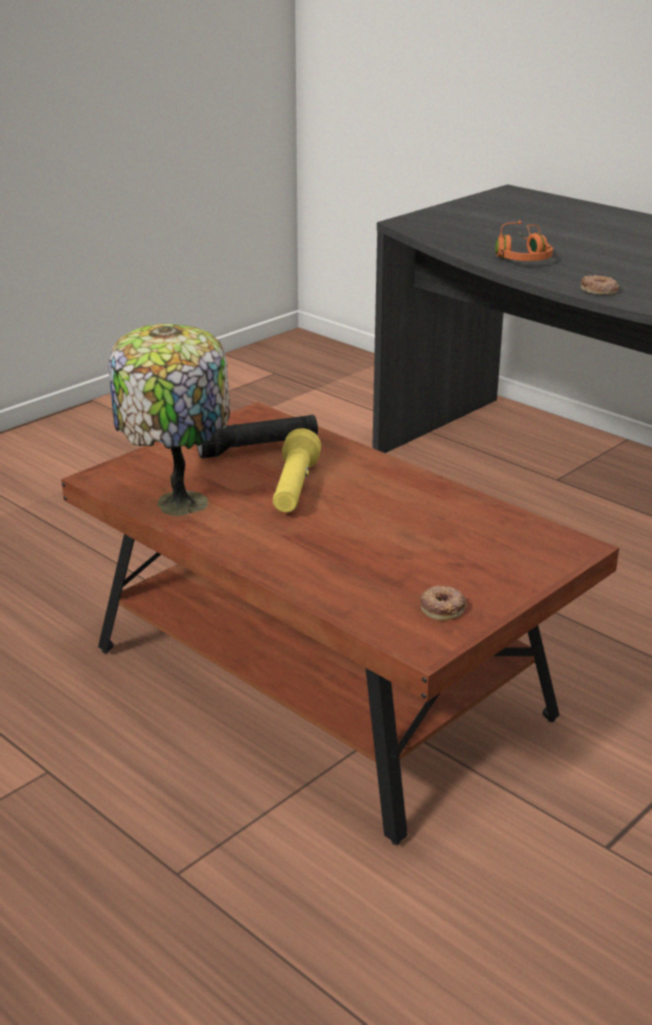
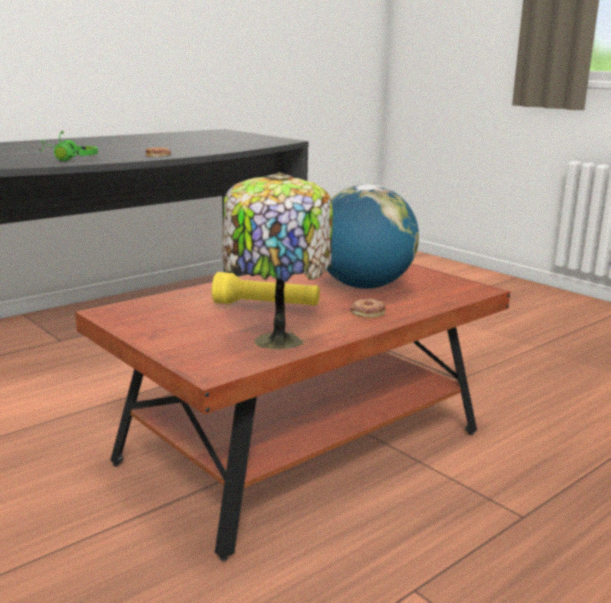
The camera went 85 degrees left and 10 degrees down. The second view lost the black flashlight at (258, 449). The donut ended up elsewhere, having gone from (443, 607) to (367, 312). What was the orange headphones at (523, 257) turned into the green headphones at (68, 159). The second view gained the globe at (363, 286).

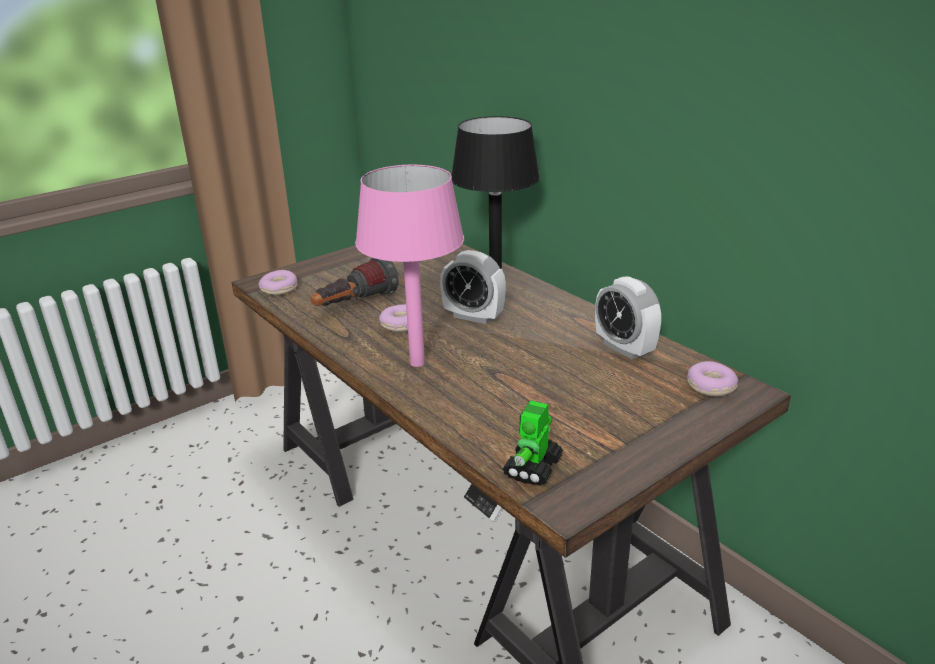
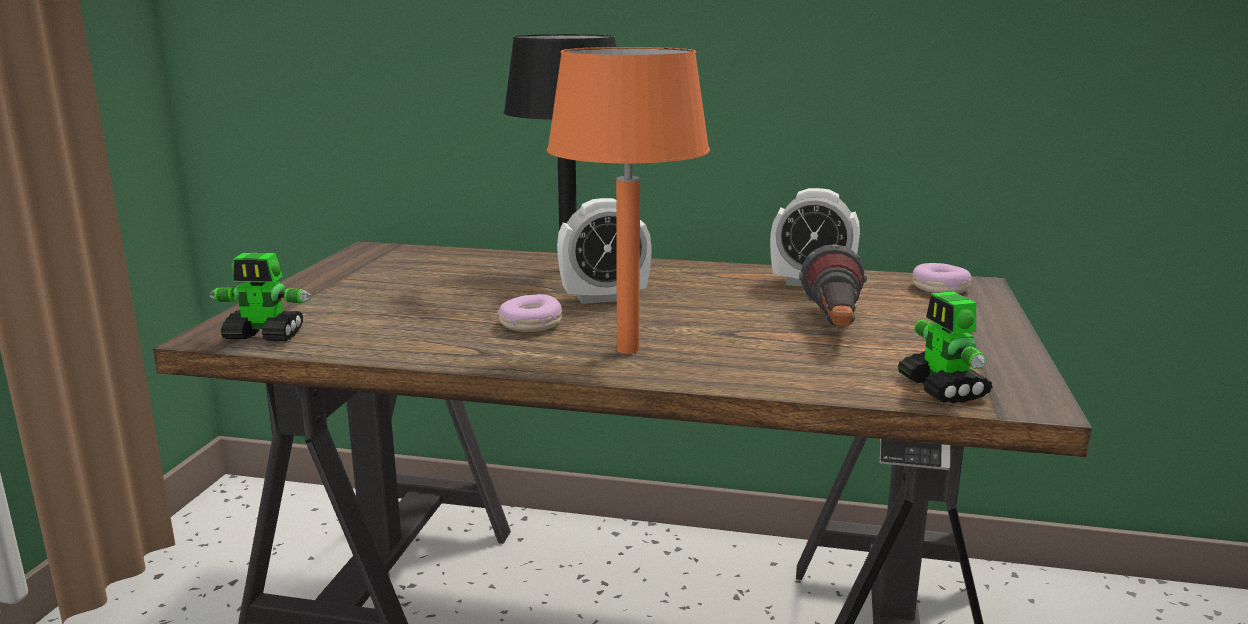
The camera went 40 degrees left and 10 degrees down. Where the donut stood at (279, 289), the toy robot came to stand at (265, 336). The flashlight ended up elsewhere, having gone from (354, 305) to (834, 327). What was the pink table lamp at (418, 362) turned into the orange table lamp at (629, 349).

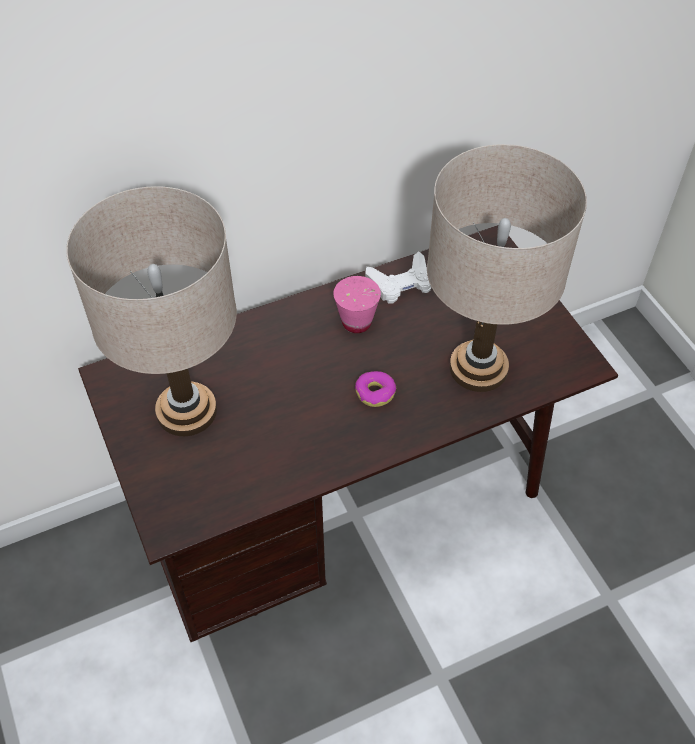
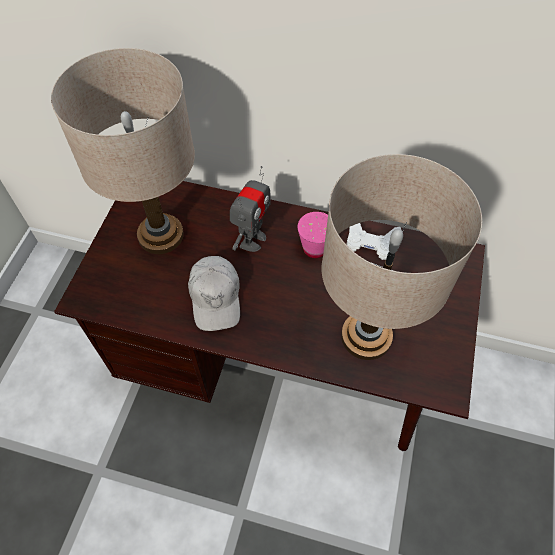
The camera went 40 degrees right and 5 degrees up. The second view lost the donut at (375, 392). The second view gained the white cap at (216, 297). The second view gained the toy robot at (252, 240).

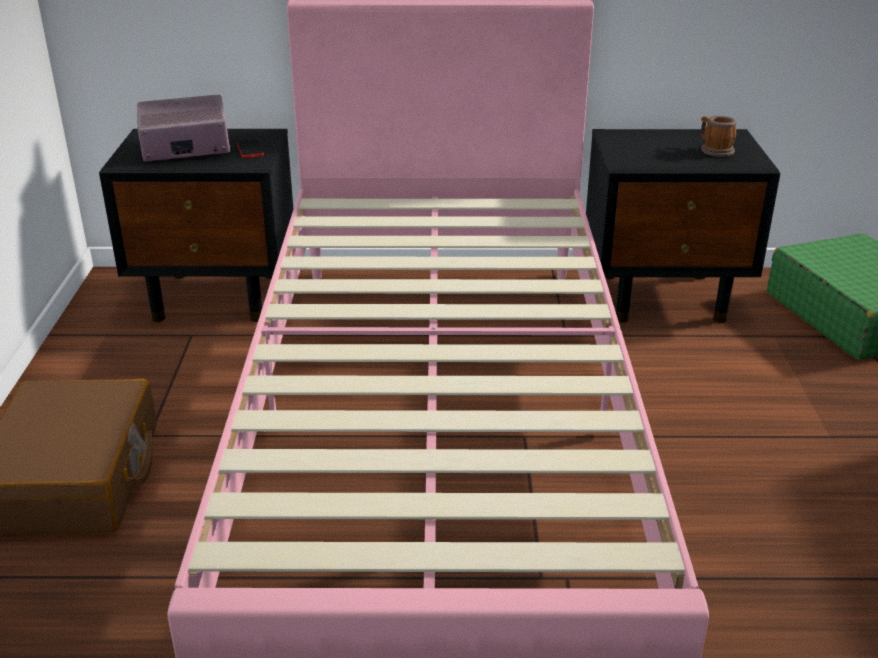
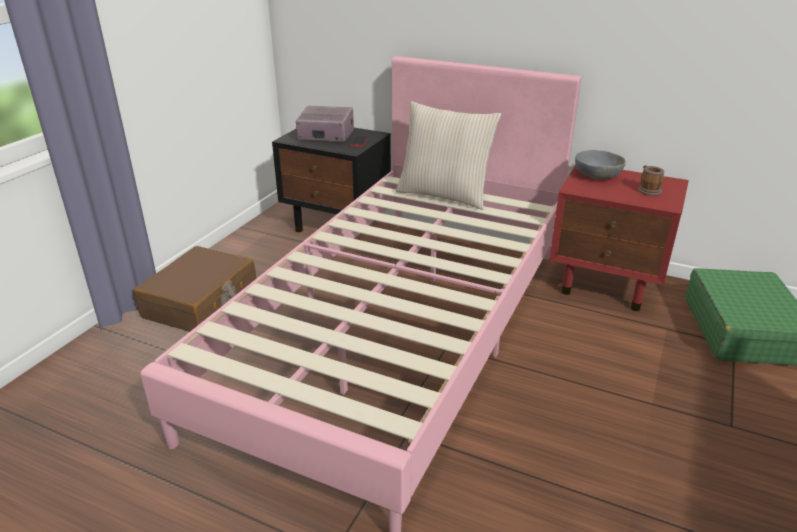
The camera went 25 degrees right and 0 degrees up. What was the black nightstand at (664, 297) turned into the red nightstand at (607, 285). The second view gained the beige pillow at (444, 195). The second view gained the grey bowl at (597, 175).

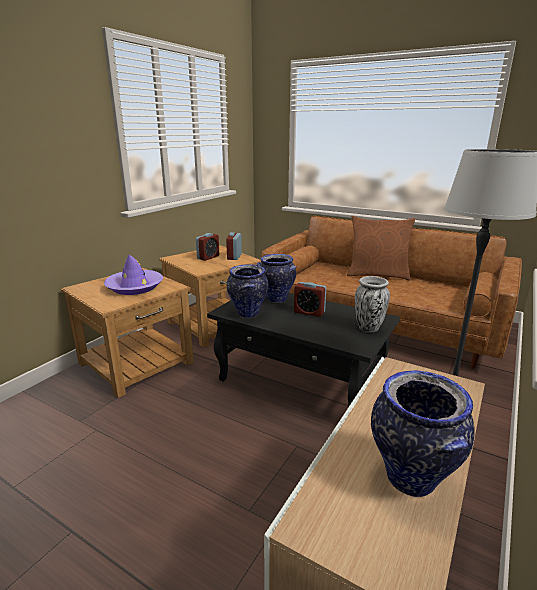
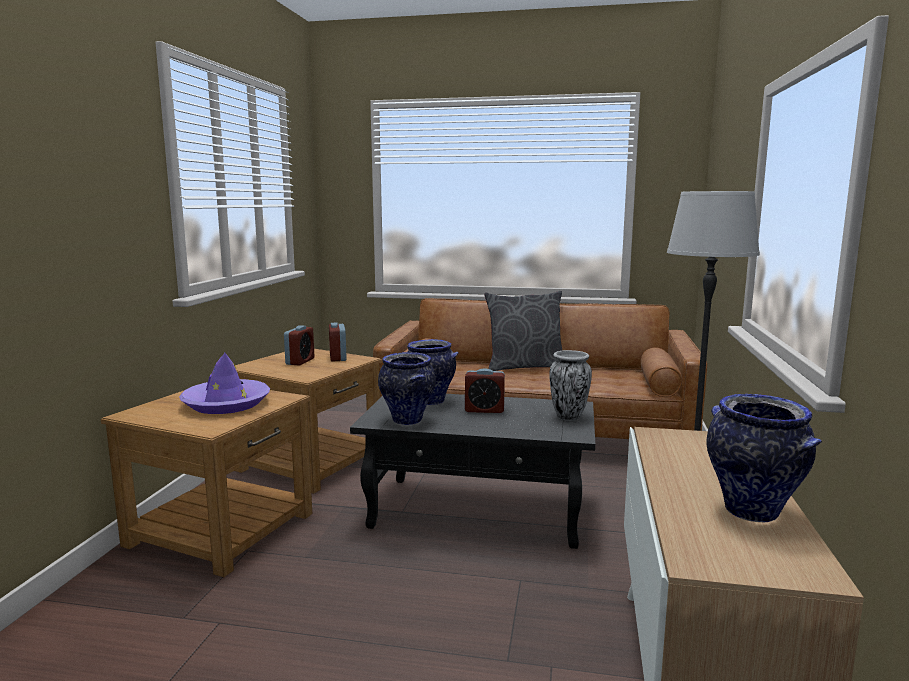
The camera went 20 degrees left and 10 degrees down. What was the brown pillow at (377, 275) turned into the grey pillow at (524, 367).

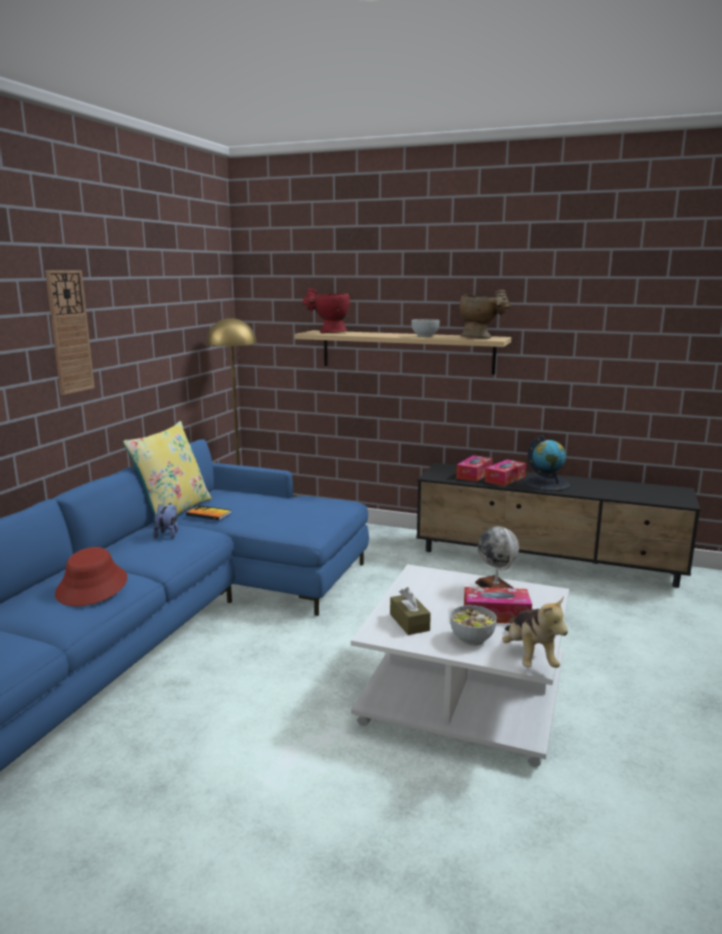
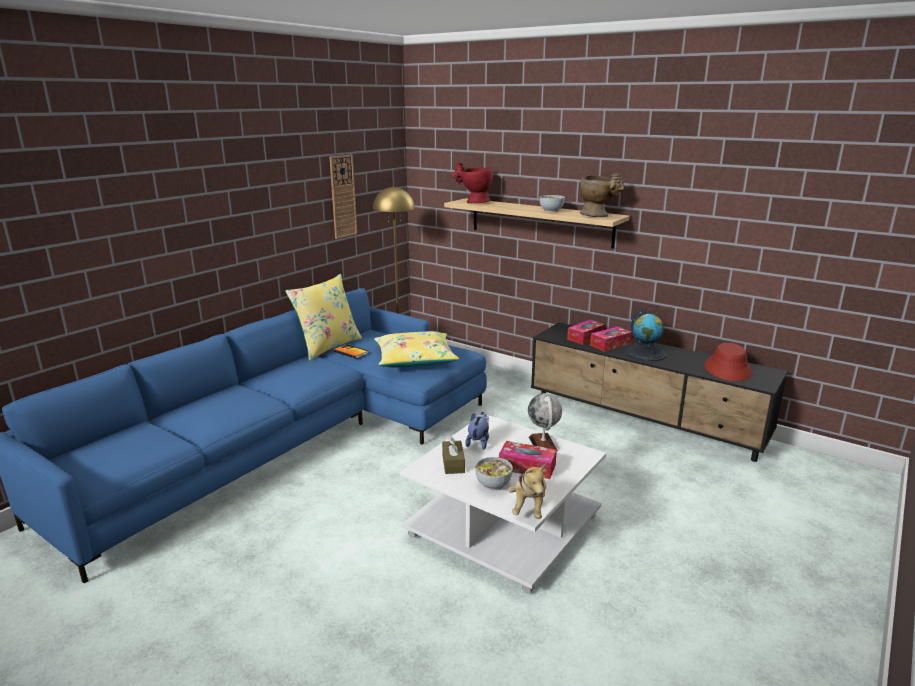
The camera went 15 degrees right and 5 degrees up. The wall clock ended up elsewhere, having gone from (69, 332) to (343, 196). The red hat ended up elsewhere, having gone from (92, 586) to (728, 369). The plush toy ended up elsewhere, having gone from (168, 534) to (478, 442). The second view gained the yellow pillow at (415, 359).

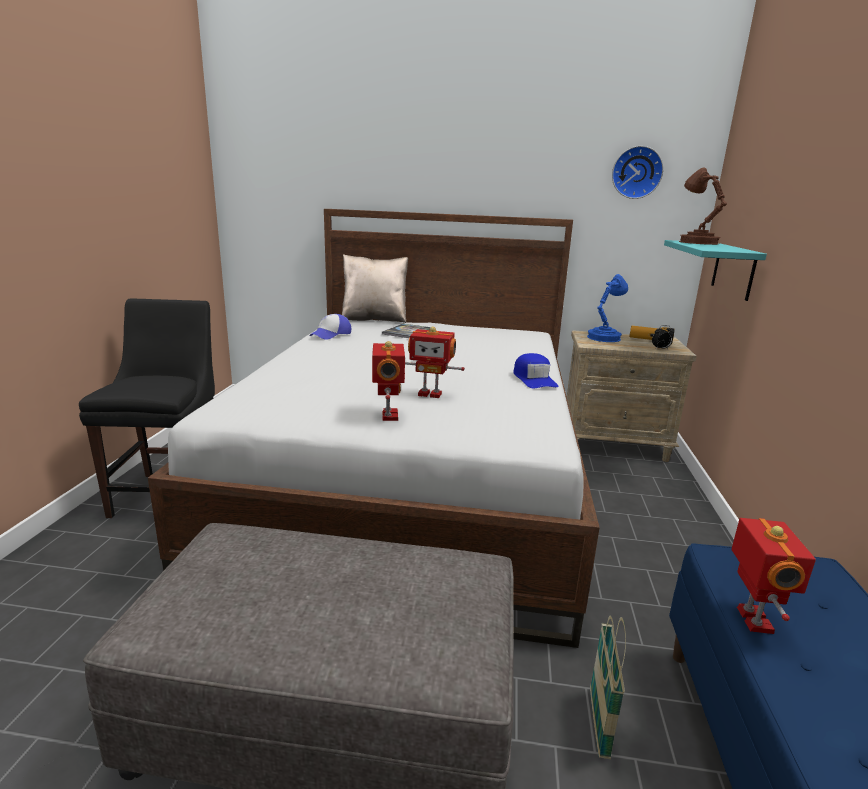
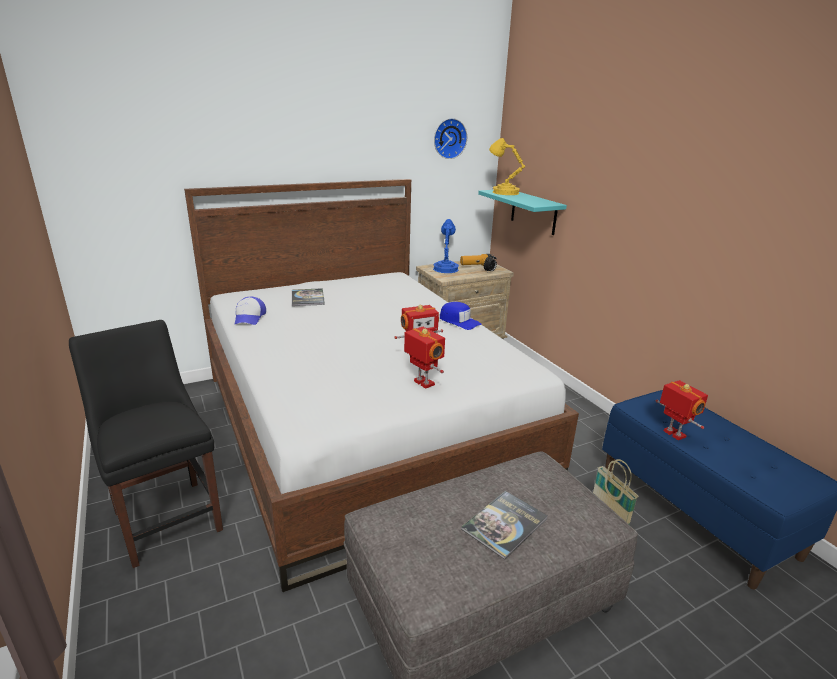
The camera went 35 degrees left and 5 degrees up. The second view lost the beige pillow at (374, 319). What was the brown table lamp at (696, 242) turned into the yellow table lamp at (503, 192). The second view gained the book at (504, 524).

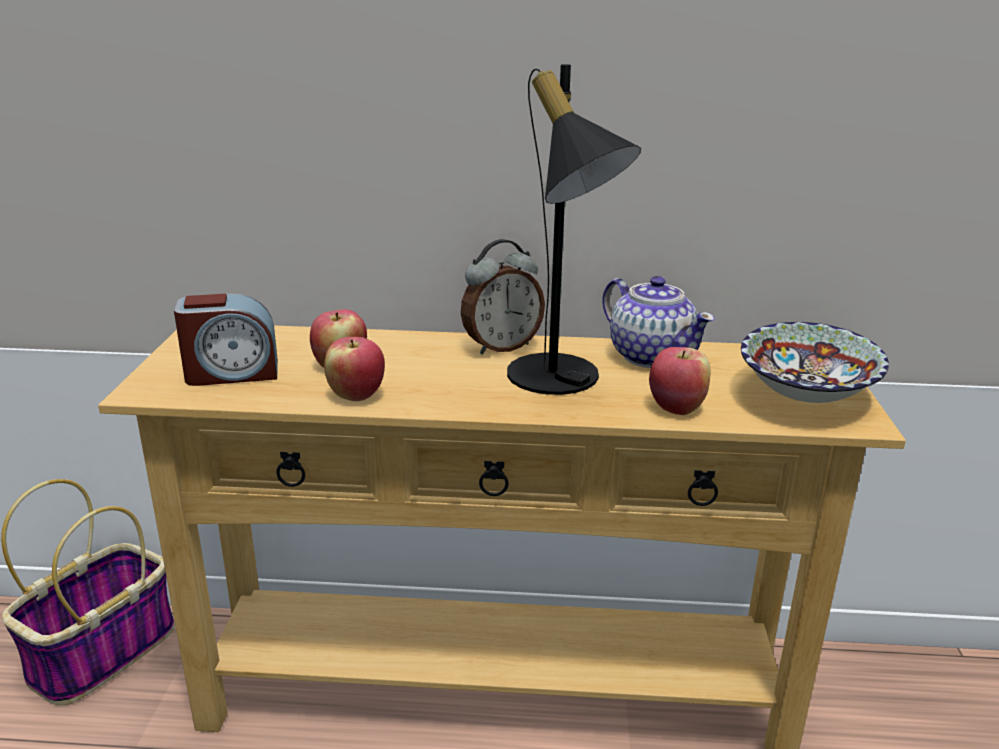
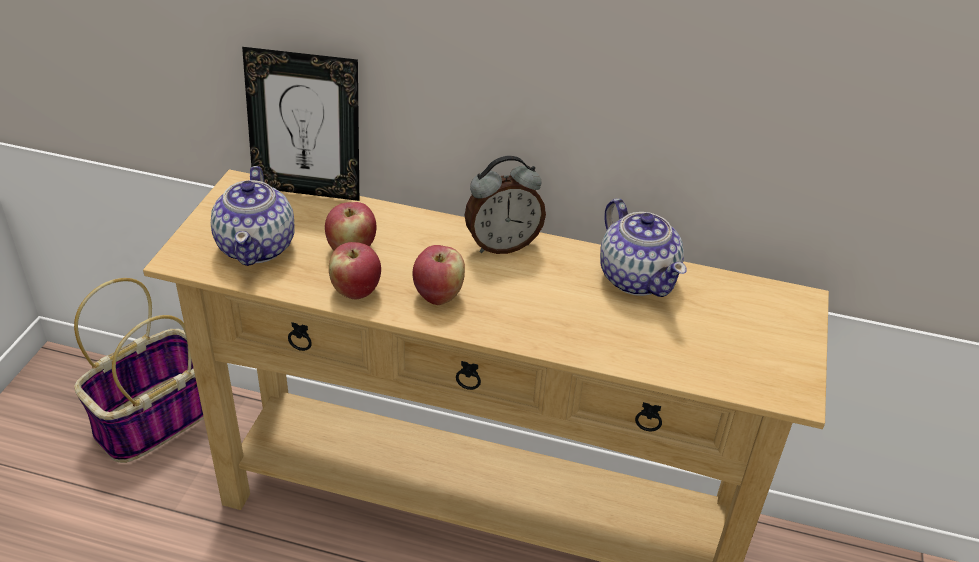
The camera went 10 degrees right and 15 degrees up. Where the alarm clock stood at (232, 373), the teapot came to stand at (257, 246). The second view lost the black table lamp at (561, 382). The apple ended up elsewhere, having gone from (676, 408) to (438, 295). The second view lost the bowl at (804, 395). The second view gained the picture frame at (308, 189).

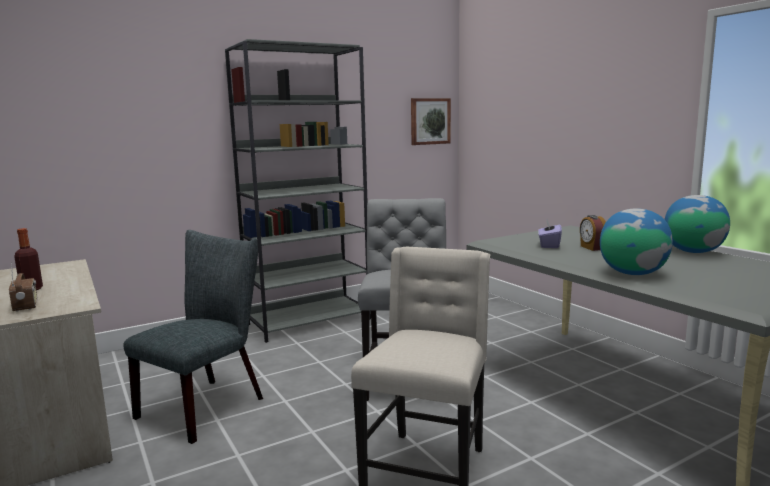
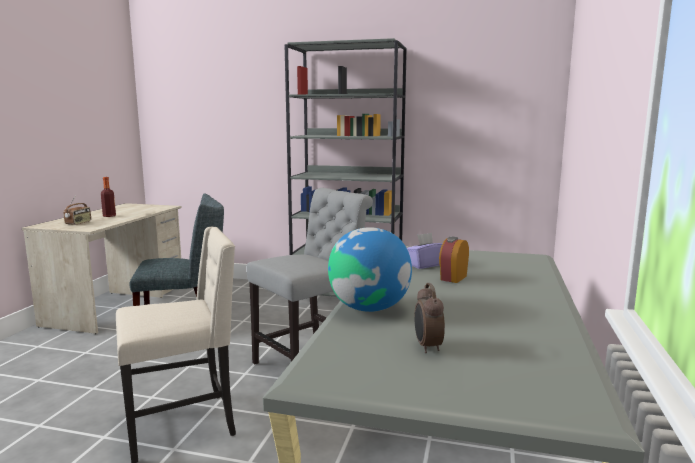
The camera went 45 degrees right and 0 degrees up. The second view lost the picture at (429, 121). The second view lost the globe at (693, 252). The second view gained the alarm clock at (427, 347).

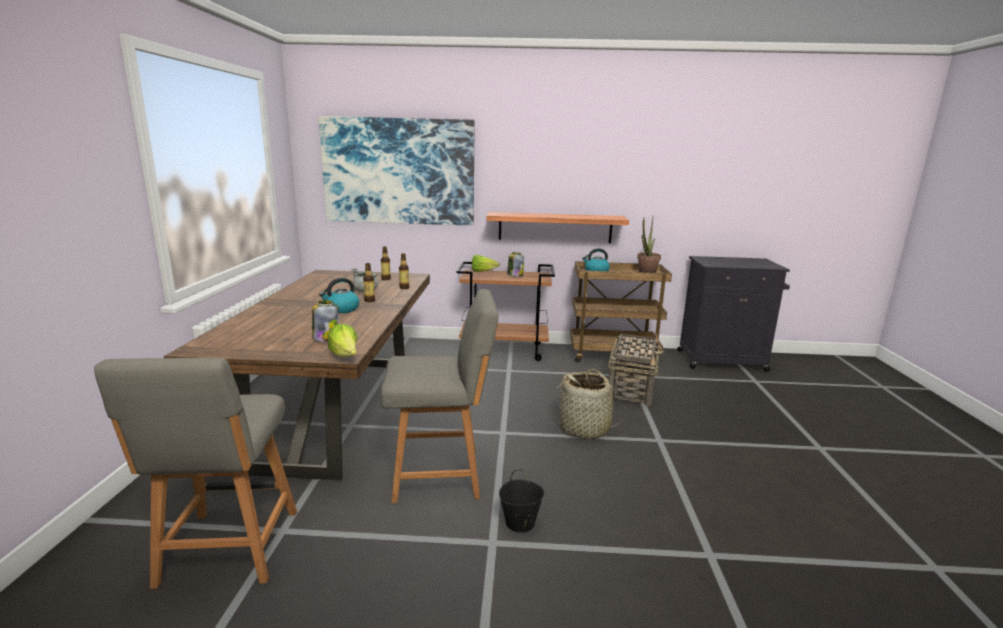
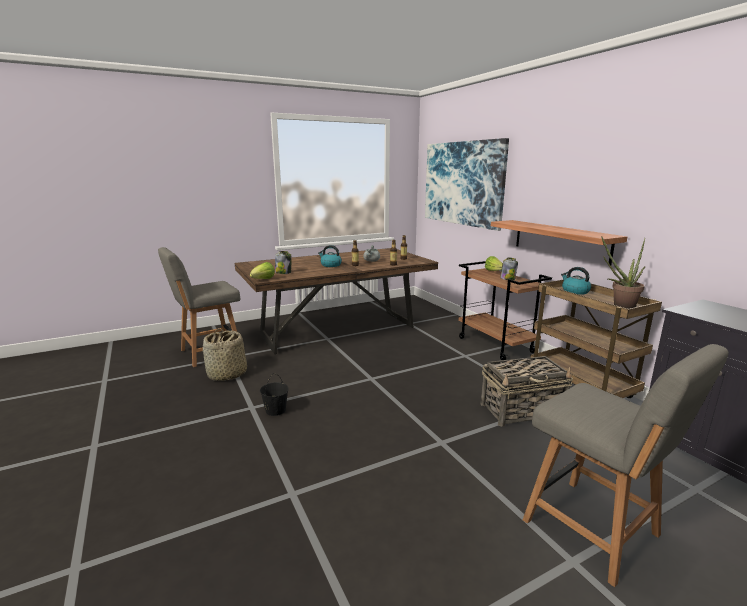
The camera went 60 degrees right and 0 degrees up. The grey chair ended up elsewhere, having gone from (441, 474) to (595, 531). The basket ended up elsewhere, having gone from (585, 429) to (226, 374).

